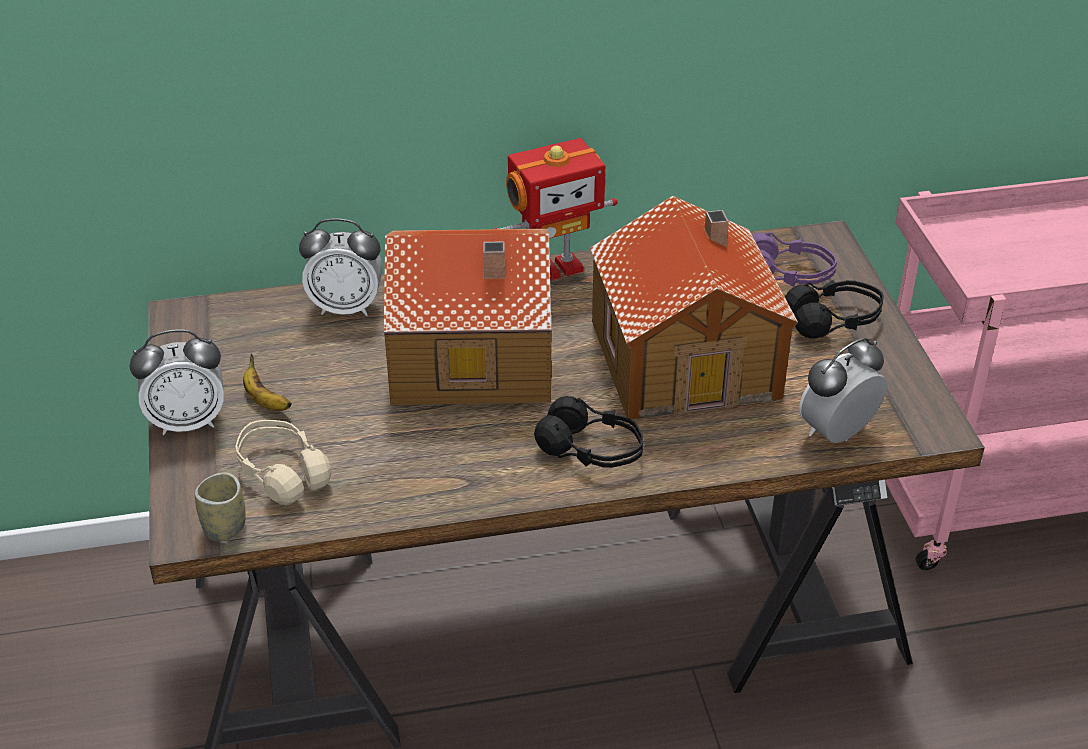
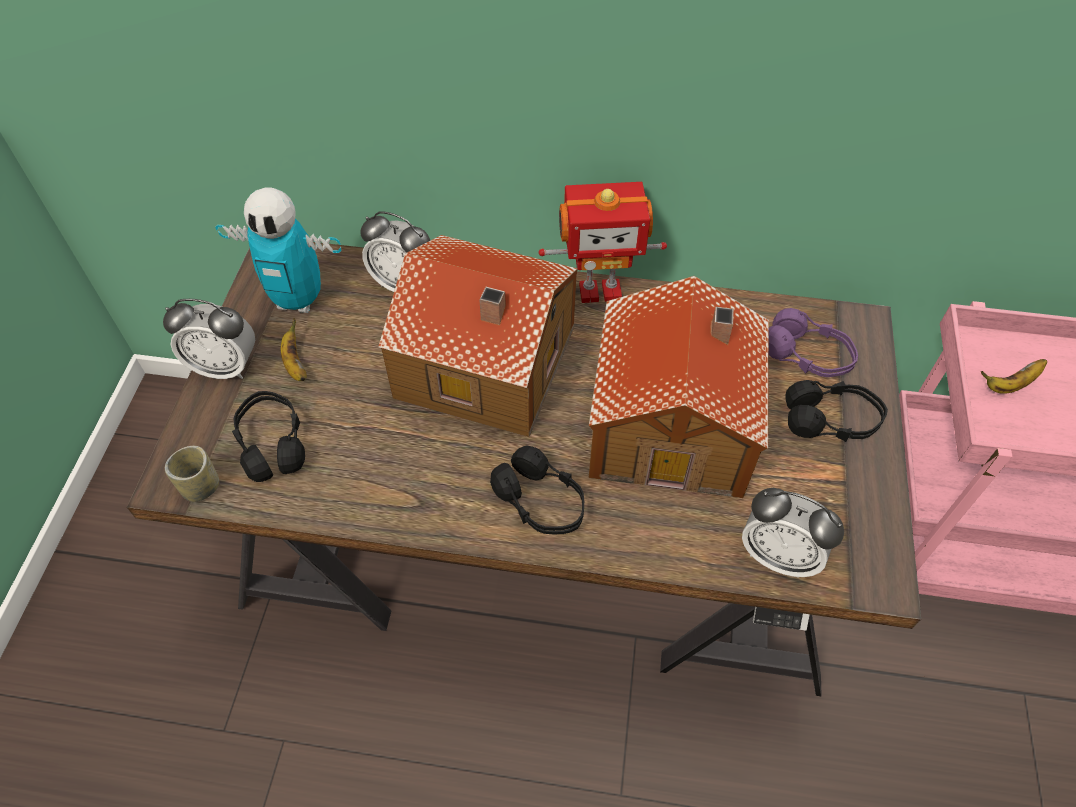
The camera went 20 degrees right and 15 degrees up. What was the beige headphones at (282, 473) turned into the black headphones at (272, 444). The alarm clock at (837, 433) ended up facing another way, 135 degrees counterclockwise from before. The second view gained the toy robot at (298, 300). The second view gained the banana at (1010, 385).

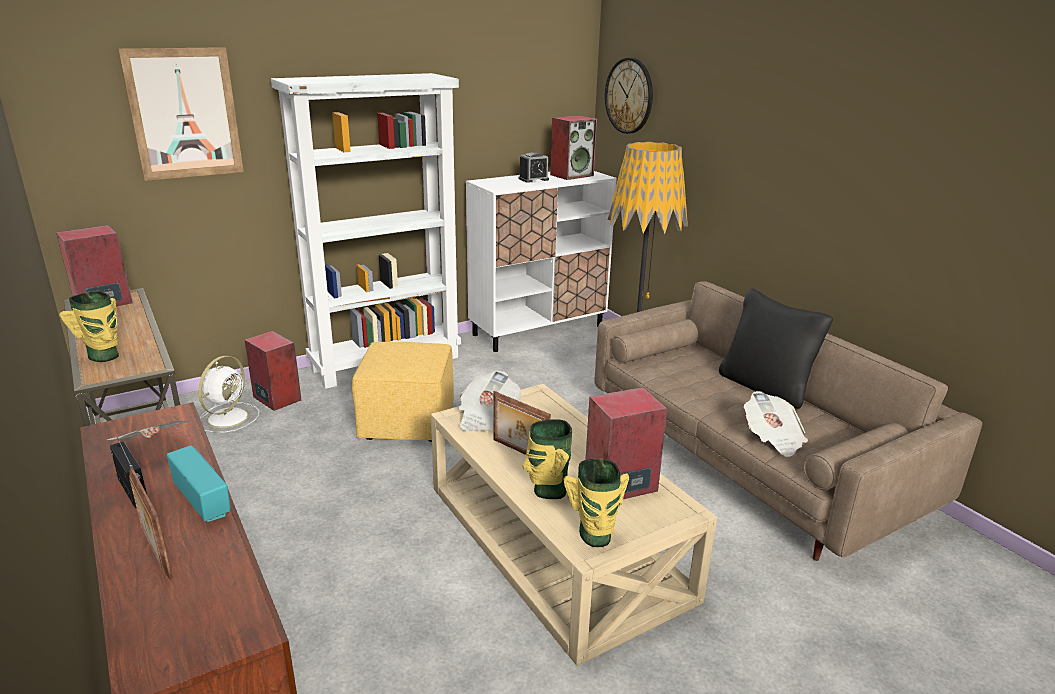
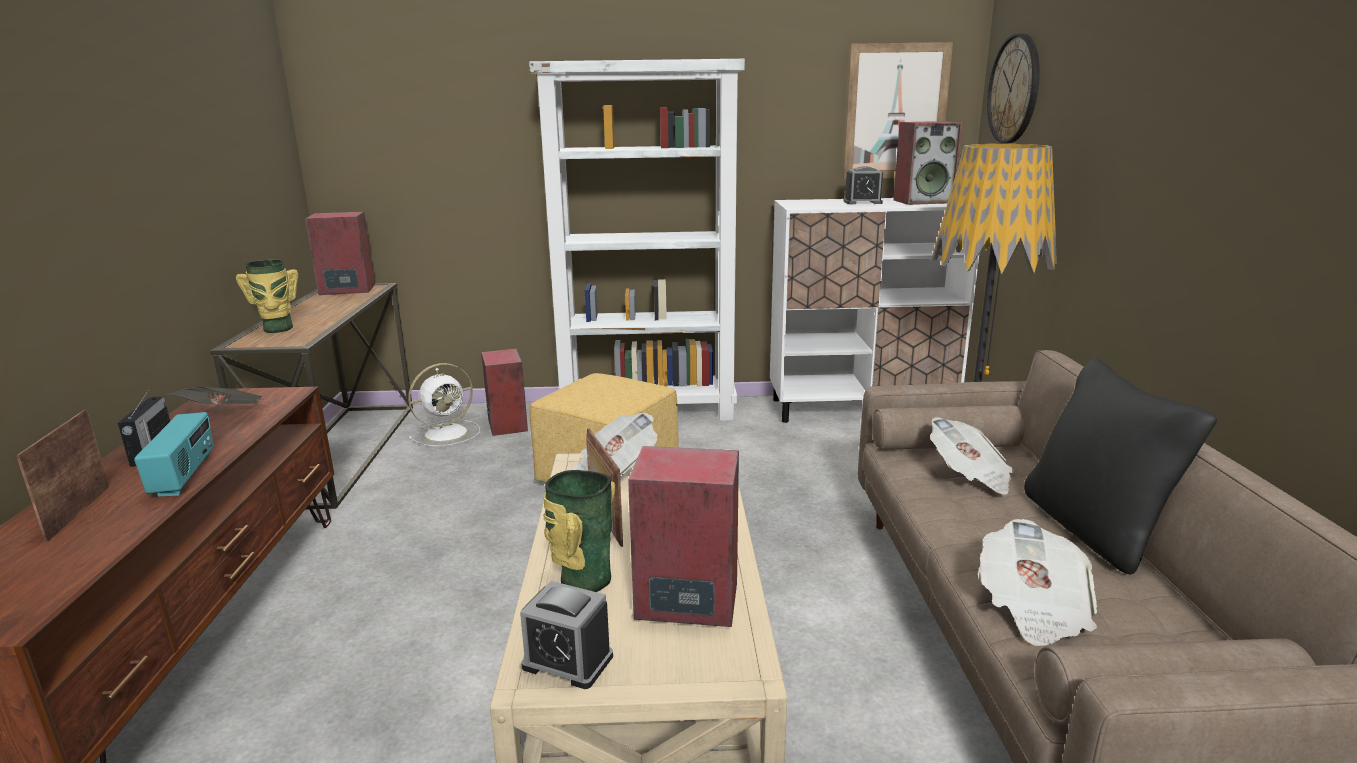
The camera went 30 degrees right and 5 degrees down. The picture ended up elsewhere, having gone from (184, 114) to (896, 112). Where the vase stood at (595, 537), the alarm clock came to stand at (568, 661). The second view gained the newspaper at (970, 476).

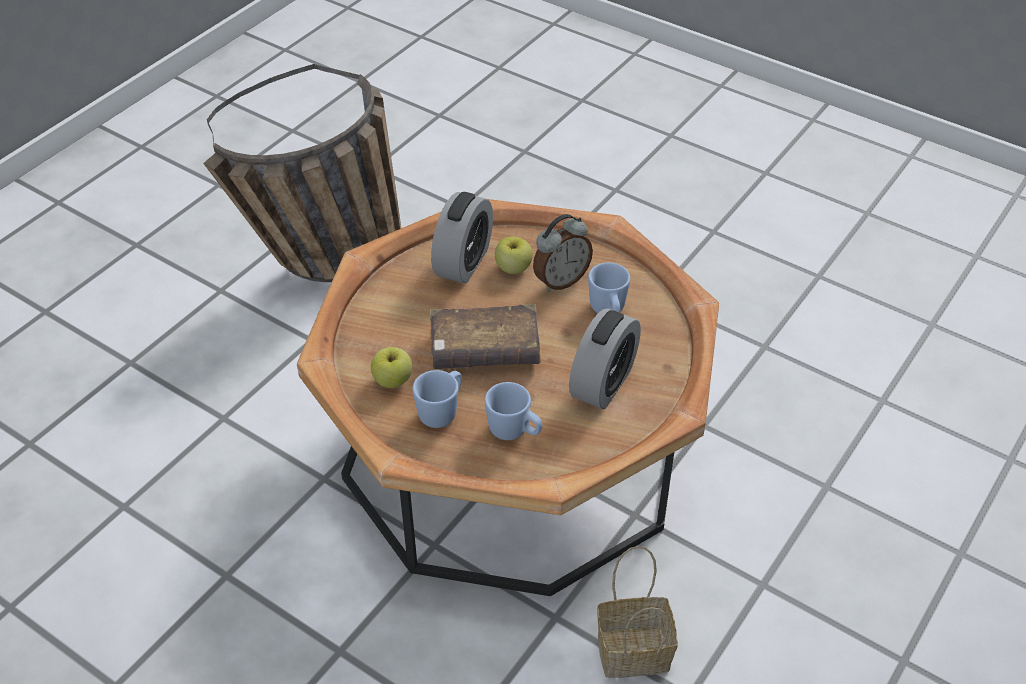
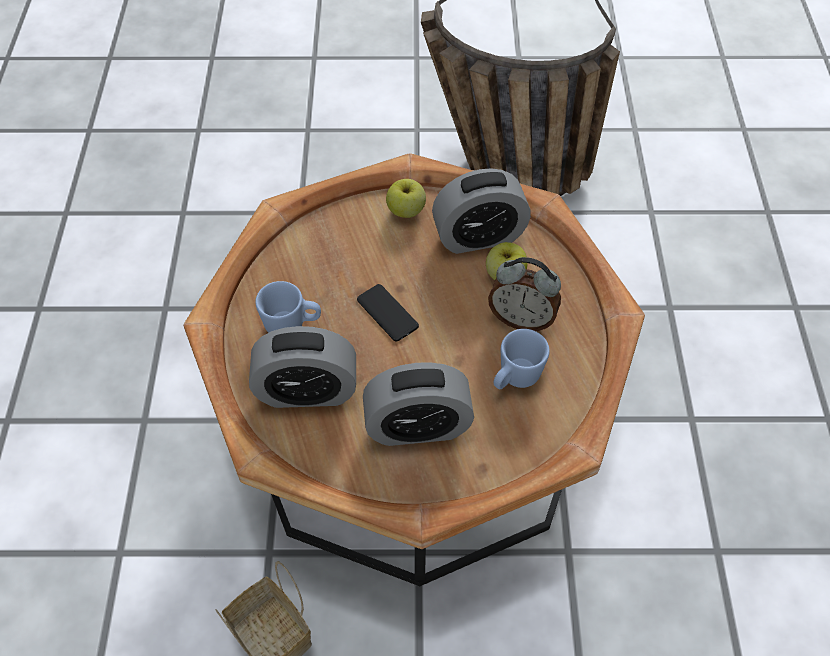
The camera went 55 degrees right and 10 degrees up. The apple ended up elsewhere, having gone from (393, 380) to (406, 211). Where the brown book stood at (485, 349), the phone came to stand at (387, 313). Where the blue mug stood at (514, 432), the alarm clock came to stand at (307, 391).

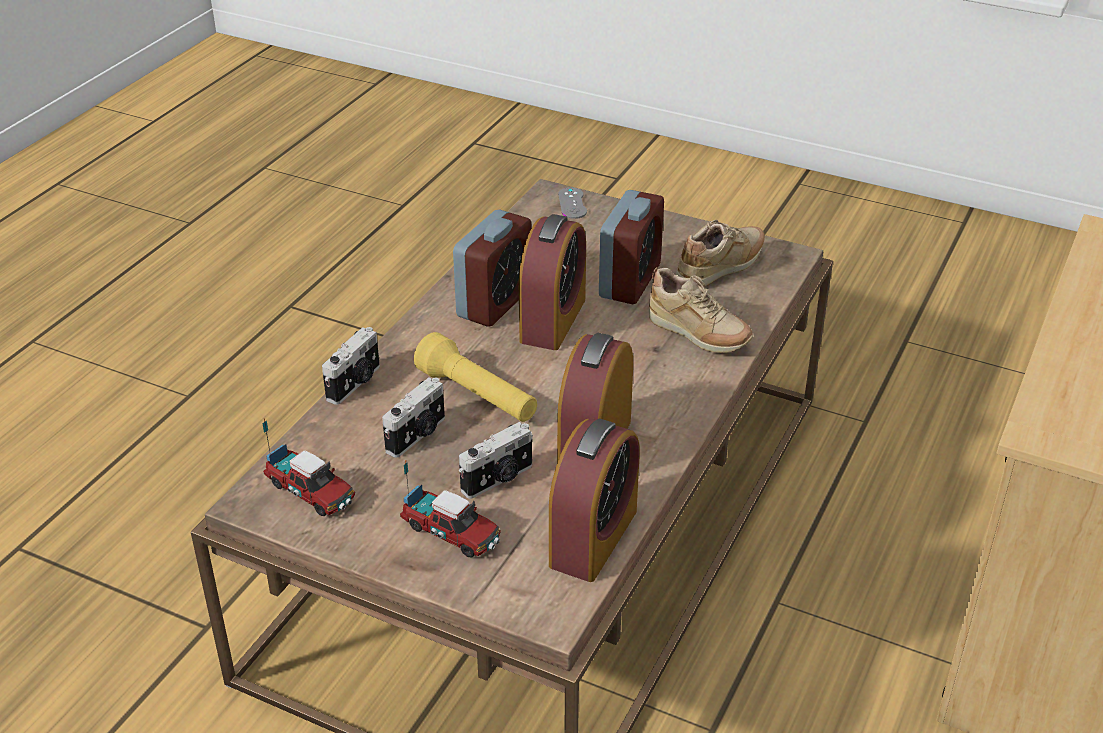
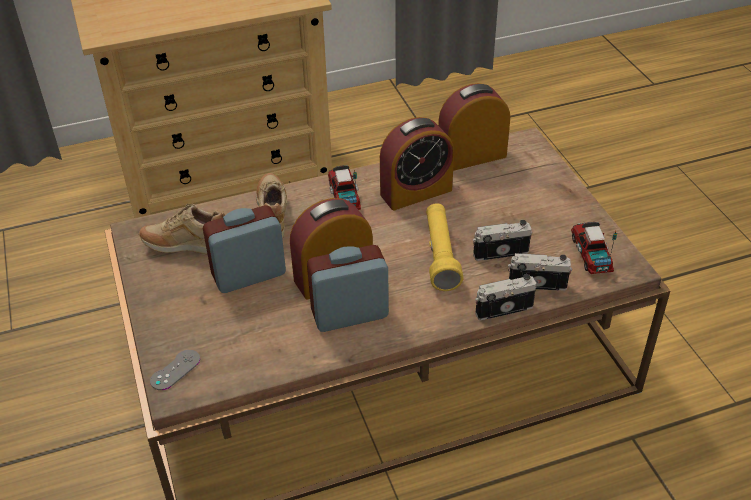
The camera went 135 degrees left and 5 degrees up. The toy truck ended up elsewhere, having gone from (452, 533) to (344, 195). The photo camera ended up elsewhere, having gone from (498, 479) to (537, 283).

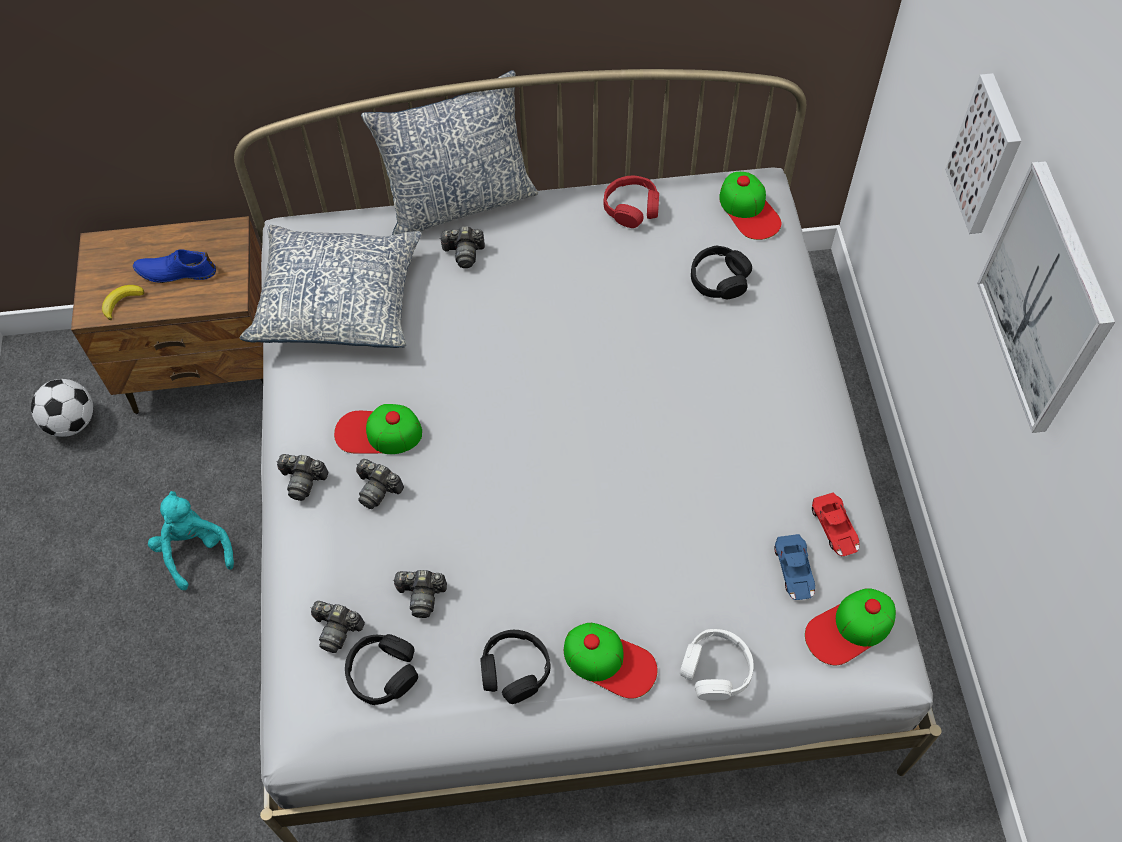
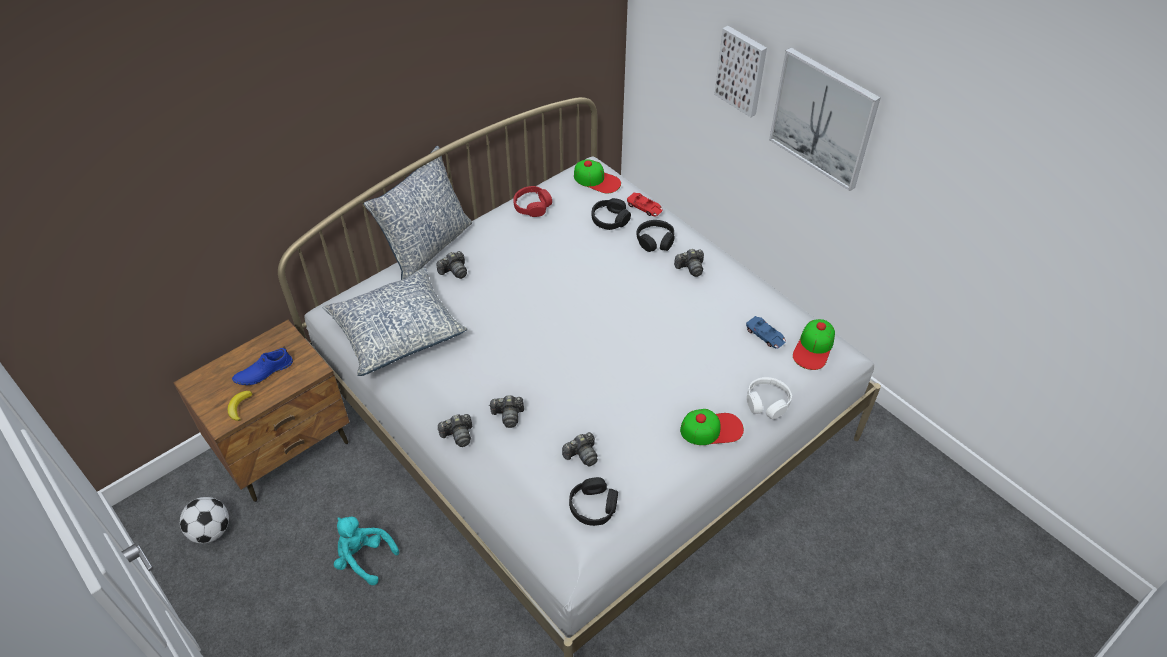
The camera went 35 degrees left and 10 degrees down. The photo camera ended up elsewhere, having gone from (337, 629) to (690, 268). The second view lost the cap at (378, 433). The black headphones ended up elsewhere, having gone from (514, 670) to (655, 241). The red toy car ended up elsewhere, having gone from (835, 528) to (645, 207).

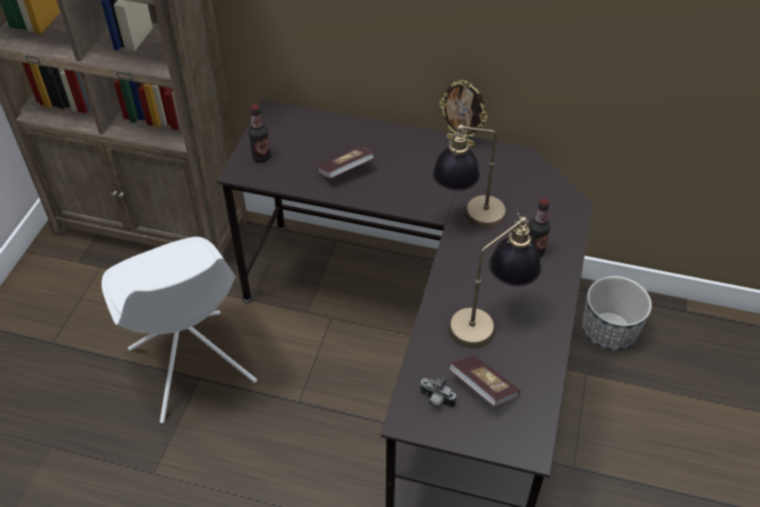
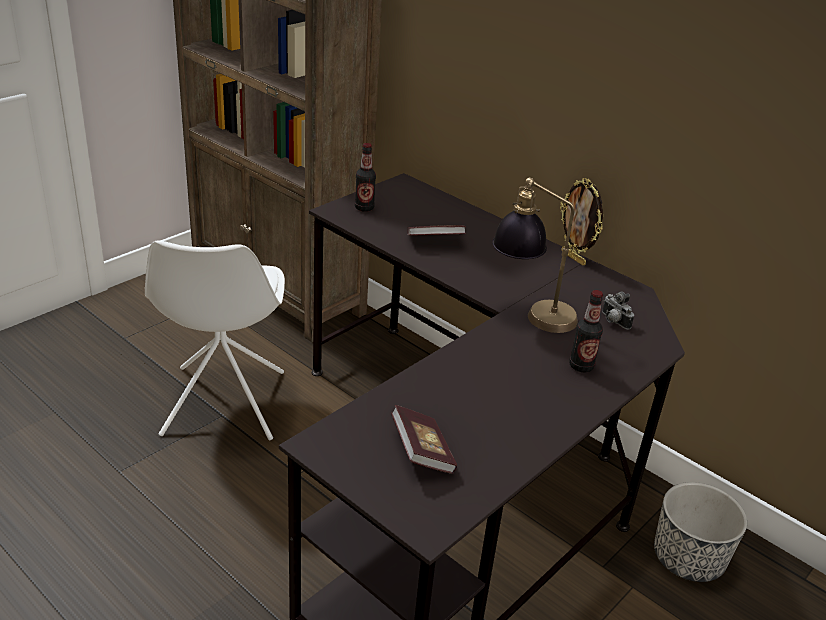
The camera went 25 degrees right and 15 degrees down. The photo camera ended up elsewhere, having gone from (435, 401) to (613, 321). The second view lost the table lamp at (489, 321).

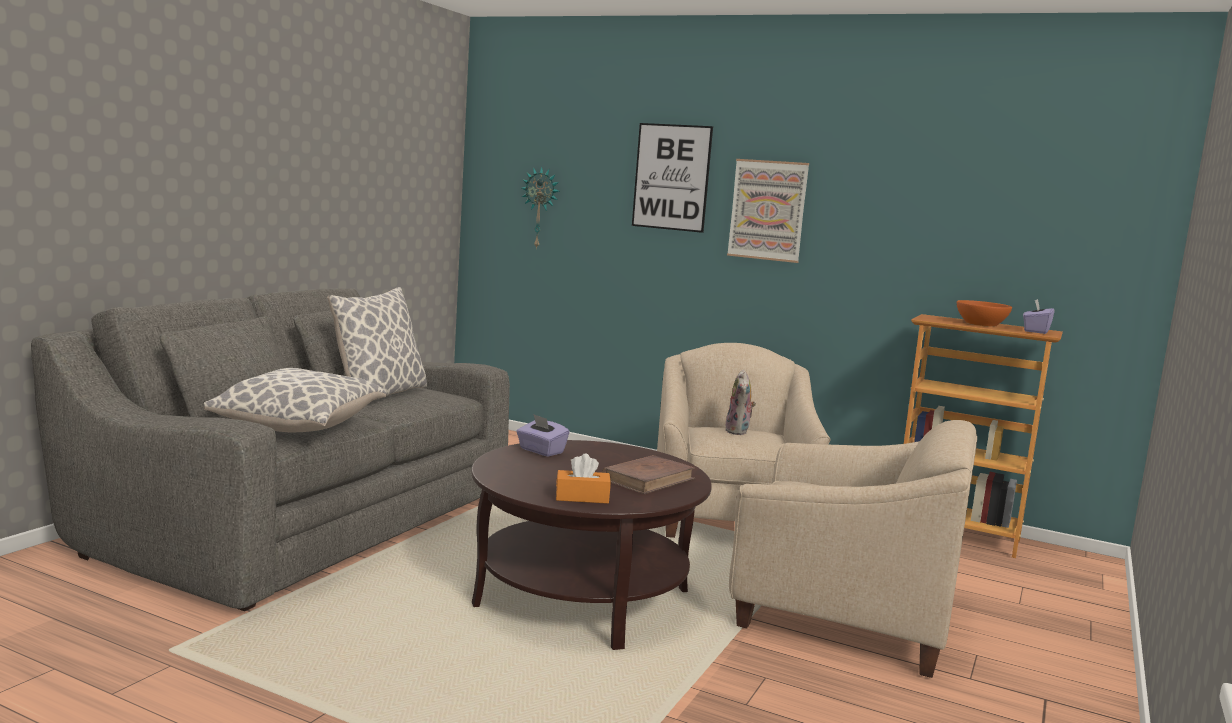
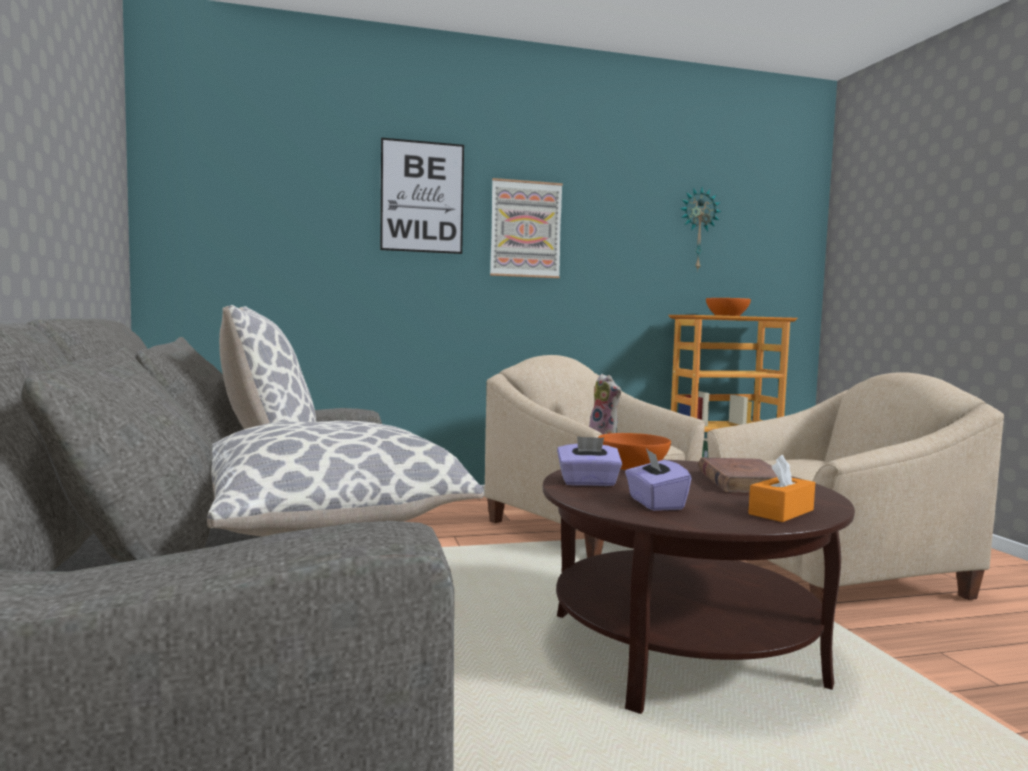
The camera went 40 degrees left and 5 degrees down. The wall clock ended up elsewhere, having gone from (540, 208) to (697, 229). The purple tissue box ended up elsewhere, having gone from (1035, 331) to (655, 503). The second view gained the orange bowl at (633, 467).

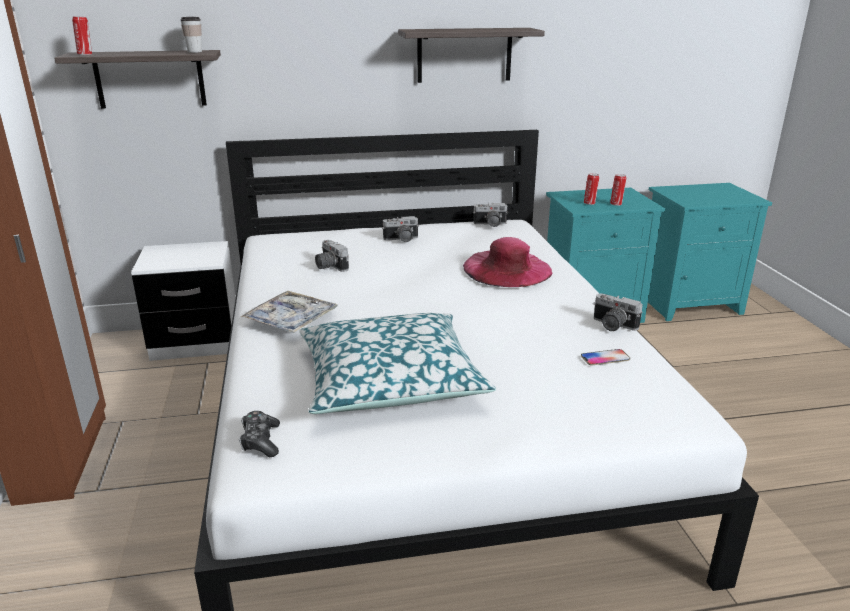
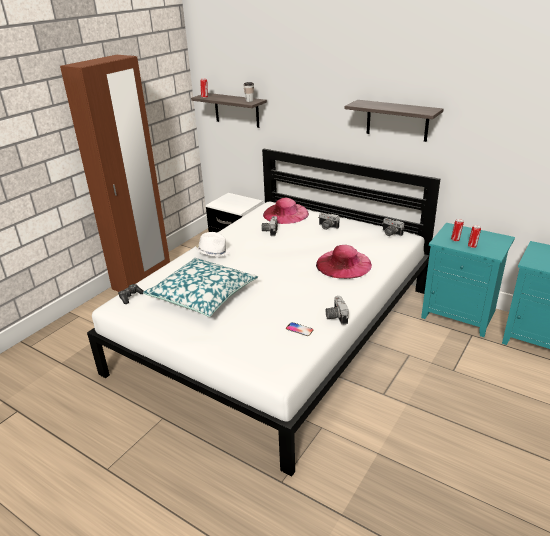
The camera went 45 degrees right and 5 degrees up. Where the tray stood at (291, 320), the white hat came to stand at (213, 252). The second view gained the pink hat at (285, 214).

